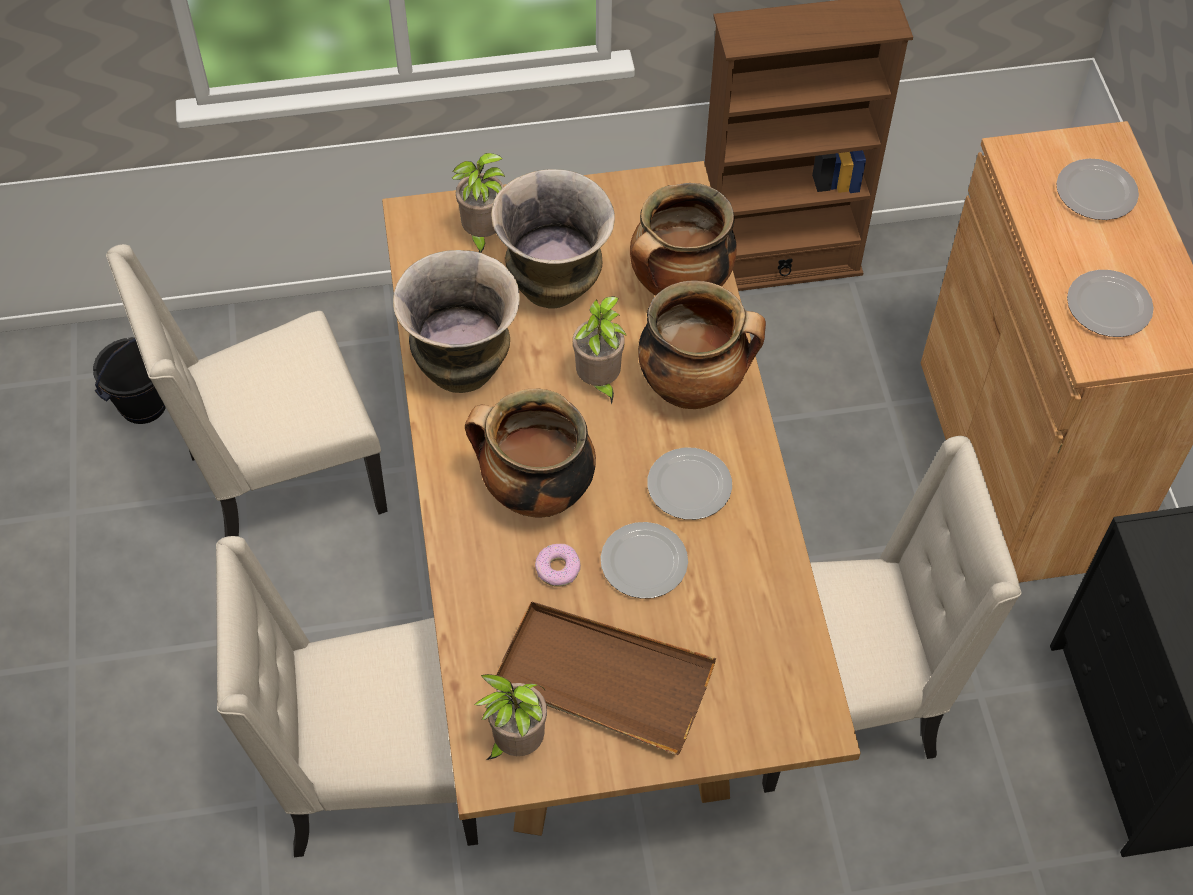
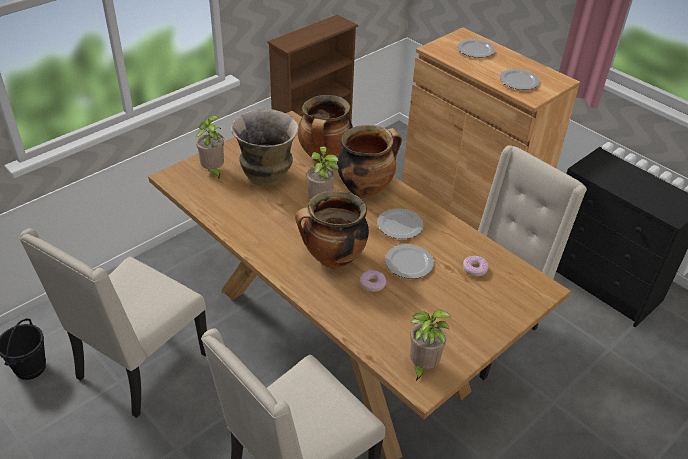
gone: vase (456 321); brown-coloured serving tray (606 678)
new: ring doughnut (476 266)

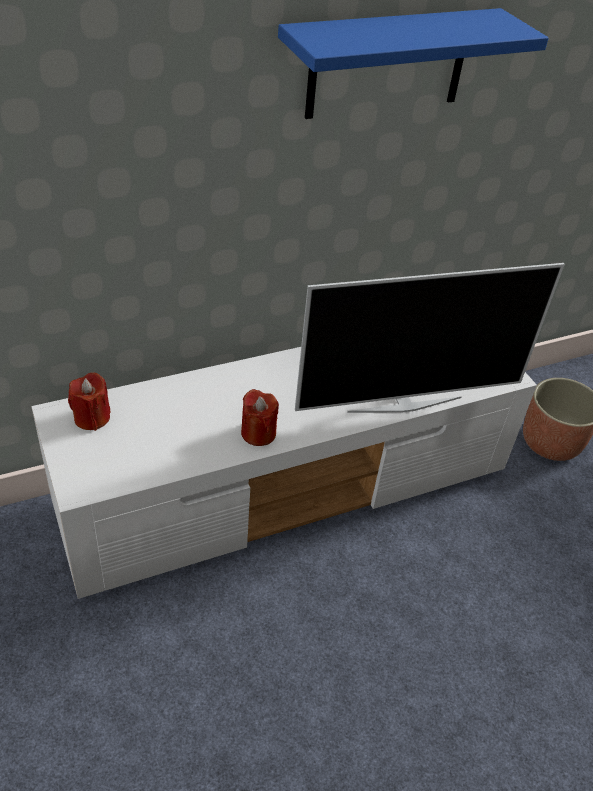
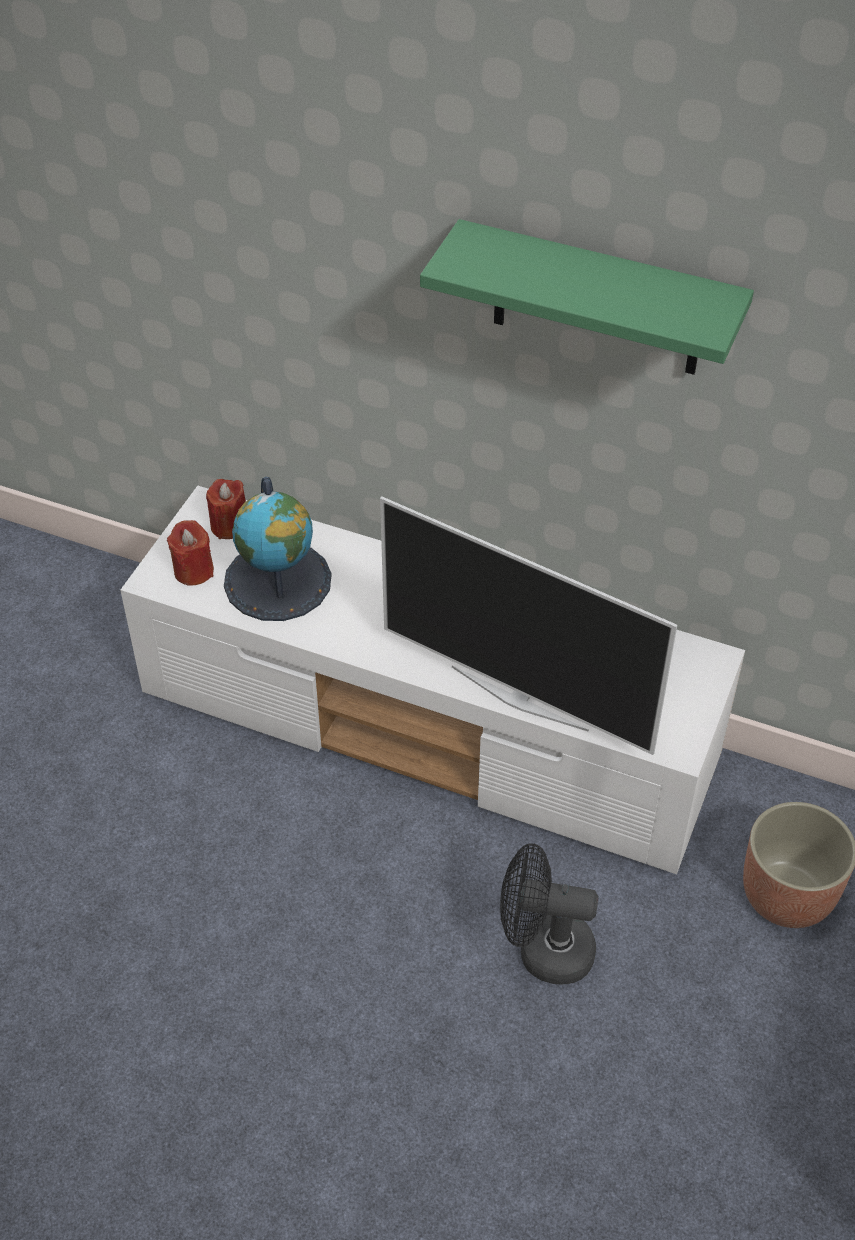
new: globe (278 549); black-coloured cooling fan (549 914)
shifted: red wax light (260 417) to (190 552)
repainted: blue wall shelf (413 63) to green-coloured wall shelf (587 297)

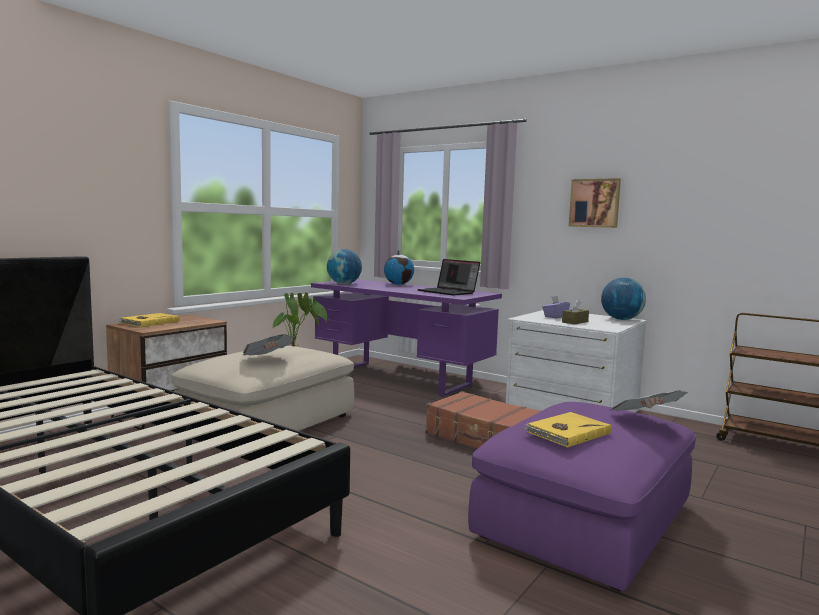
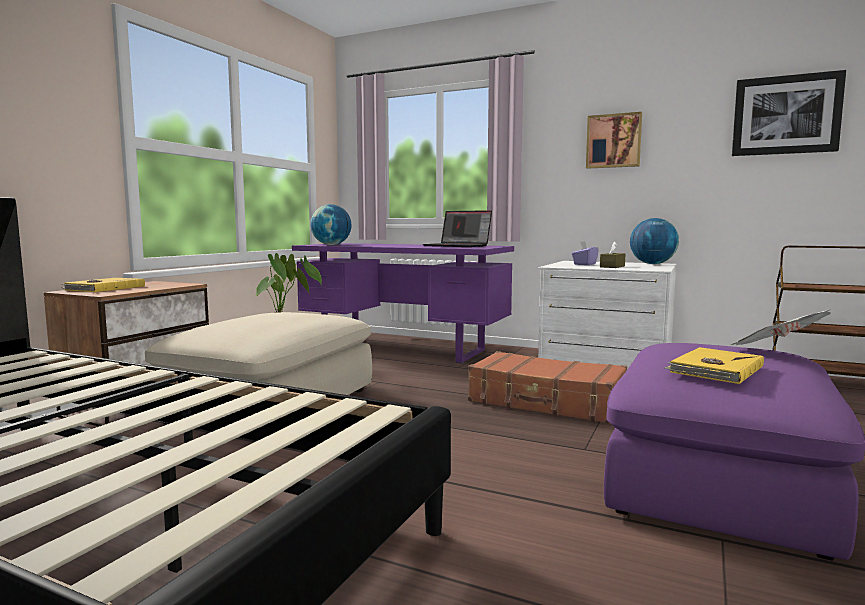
gone: printed paper (268 345); globe (399 267)
new: wall art (789 113)

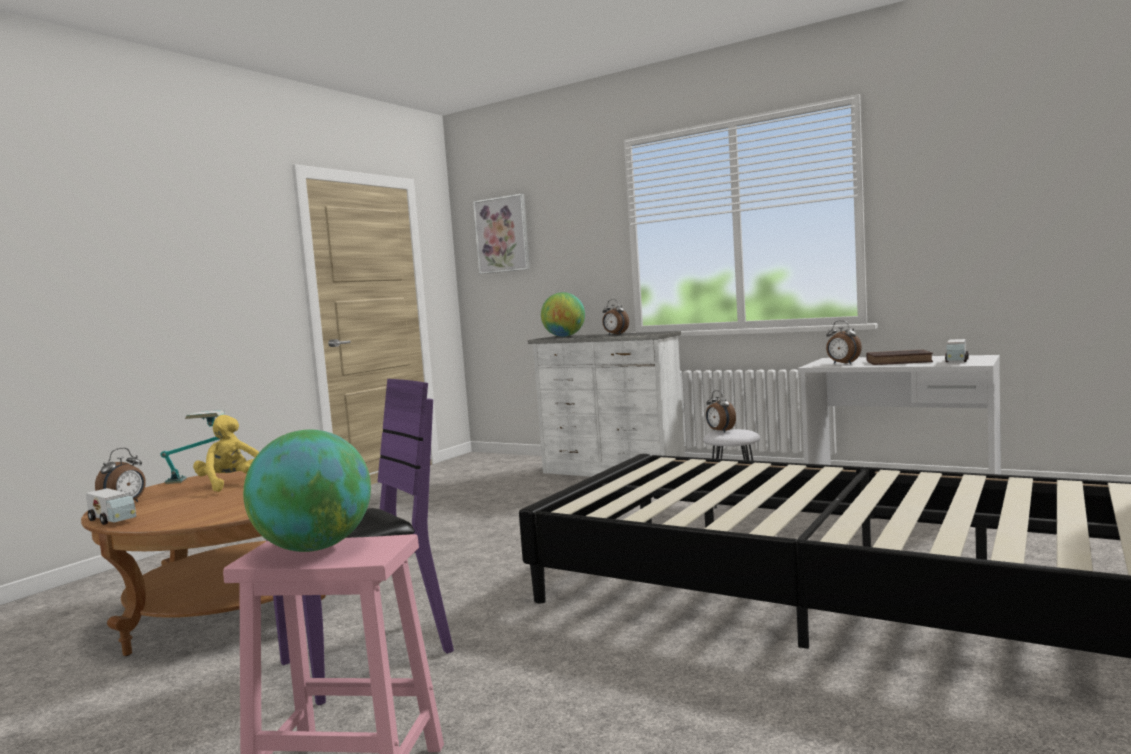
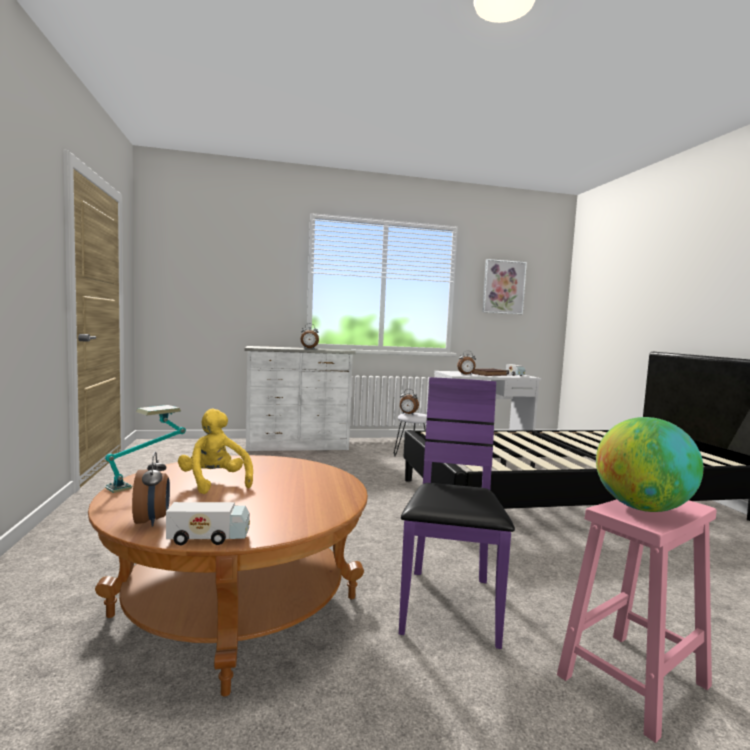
gone: globe (563 314)
shifted: wall art (501 233) to (504 286)
rotated: yellow-coloured cuddly toy (226 453) = (215 451) 45 degrees clockwise

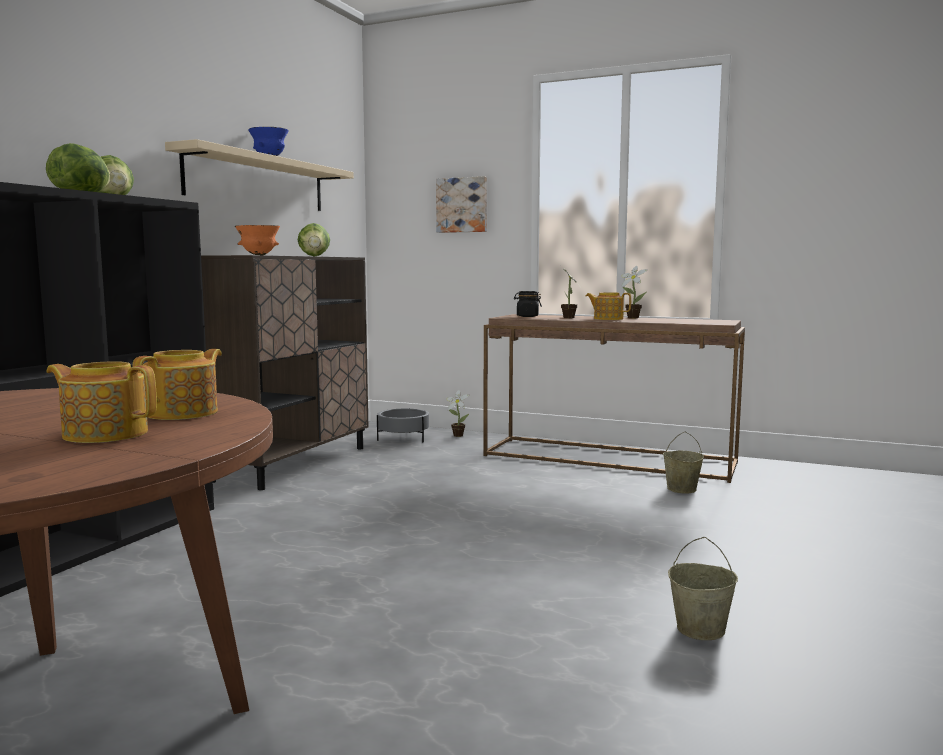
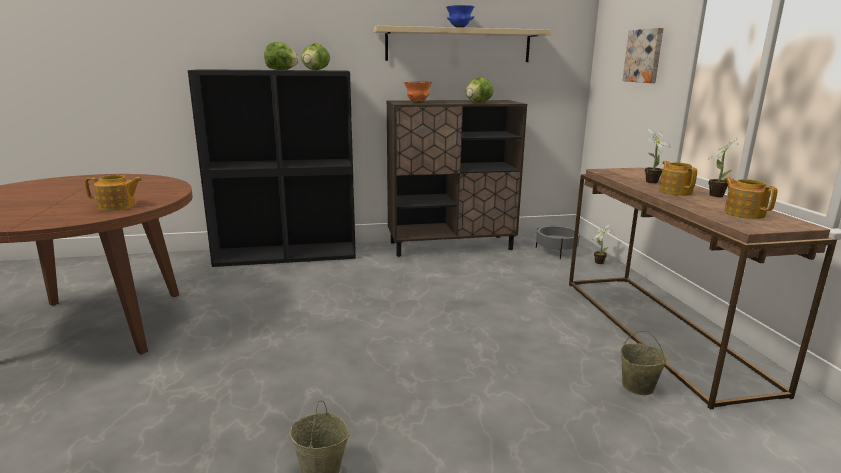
gone: black-coloured preserve jar (528 304)
shifted: pot for tea (101 402) to (750 198)

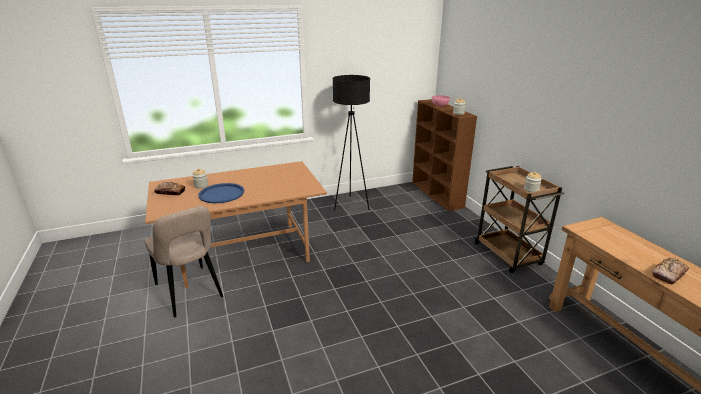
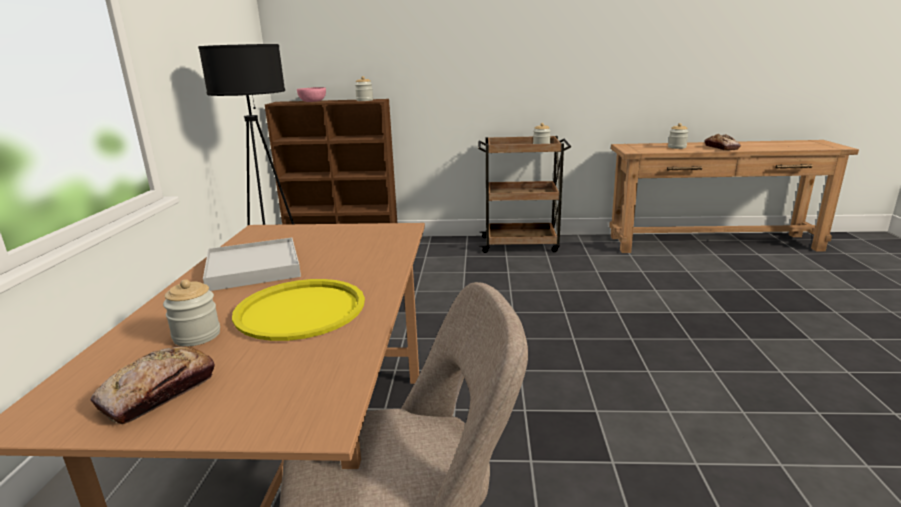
new: white-coloured serving tray (252 264); preserve jar (678 136)
repainted: blue serving tray (221 193) to yellow-coloured serving tray (298 310)

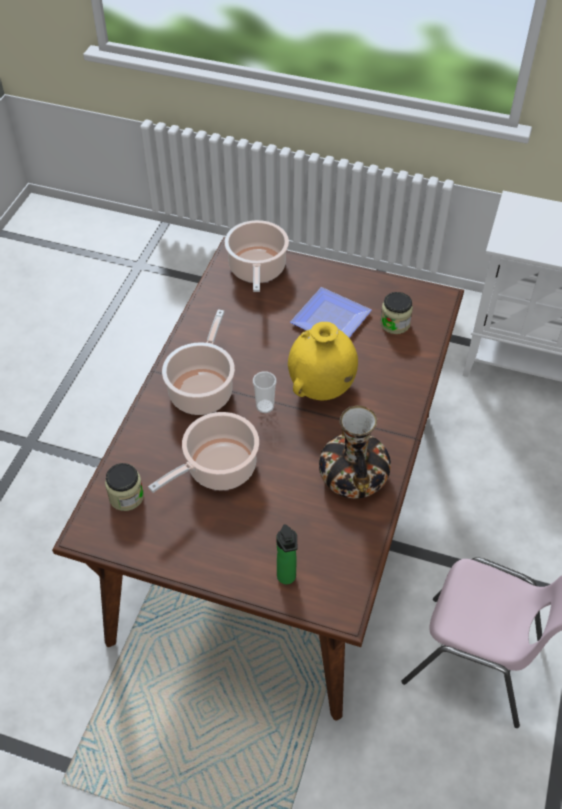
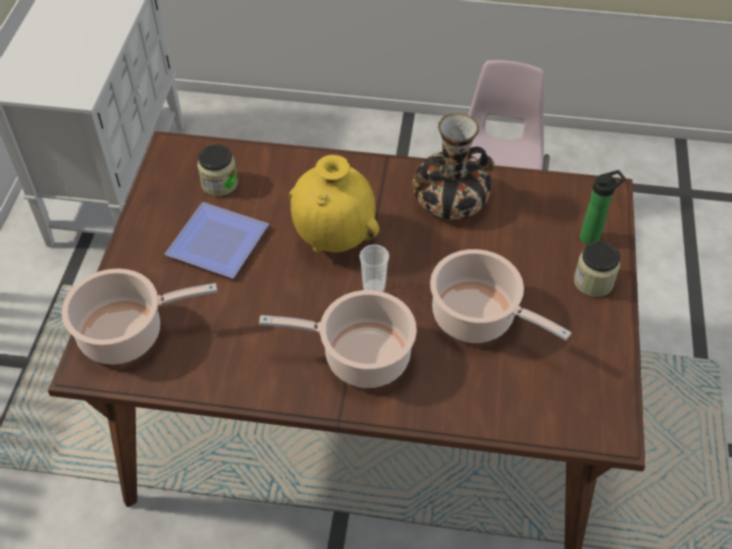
shifted: preserve jar (124 487) to (597 269)

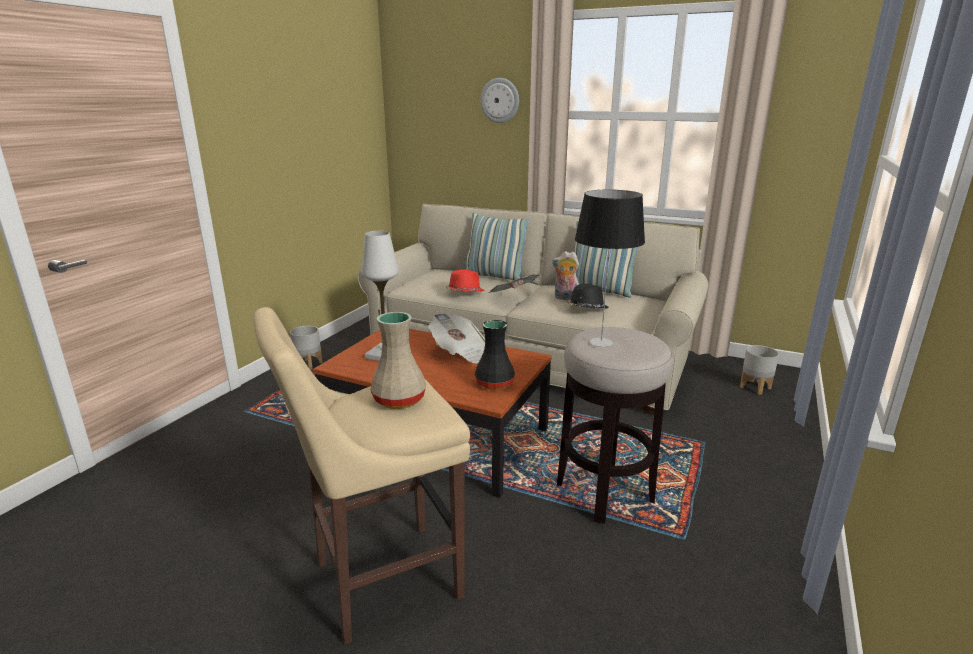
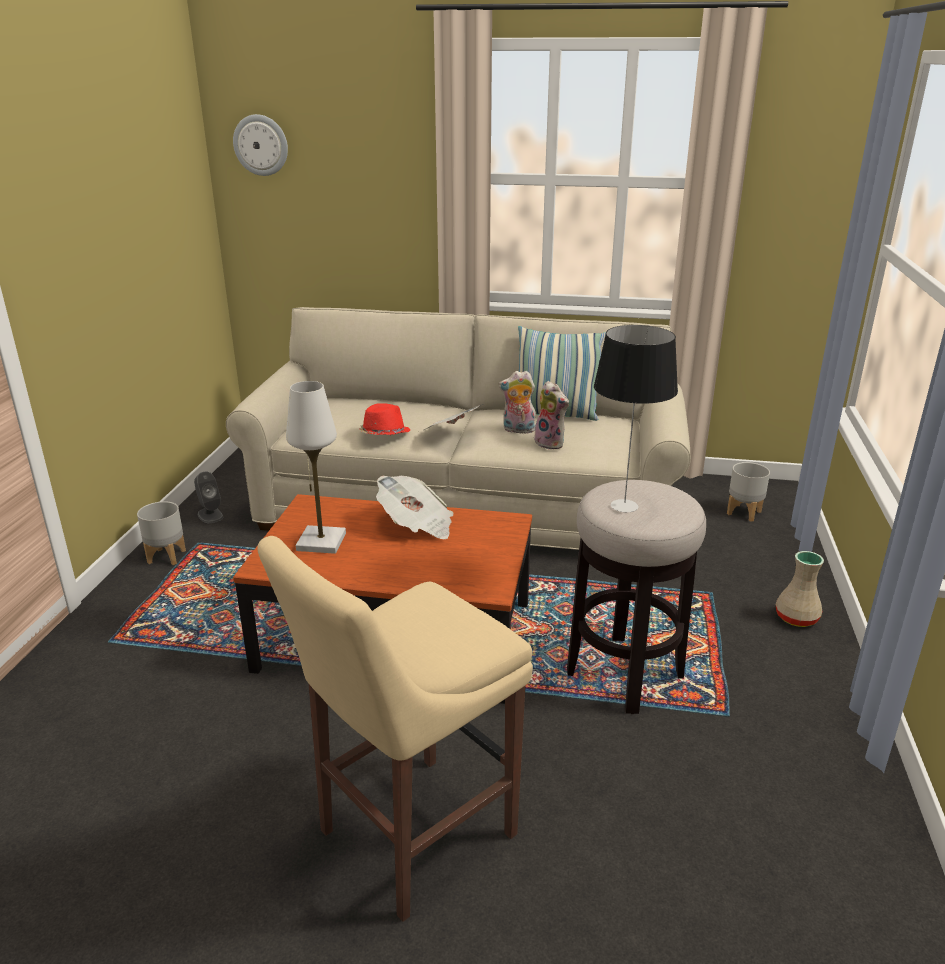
gone: pillow (498 246); black-coloured vase (495 355)
new: gray loudspeaker (208 497)
shifted: hanging clock (499 100) to (260 145); beige vase (398 360) to (799 589)
swapped: black-coloured clothing hat (588 296) to cuddly toy (551 415)

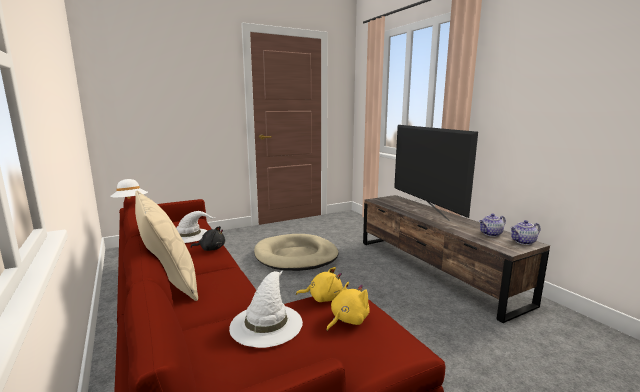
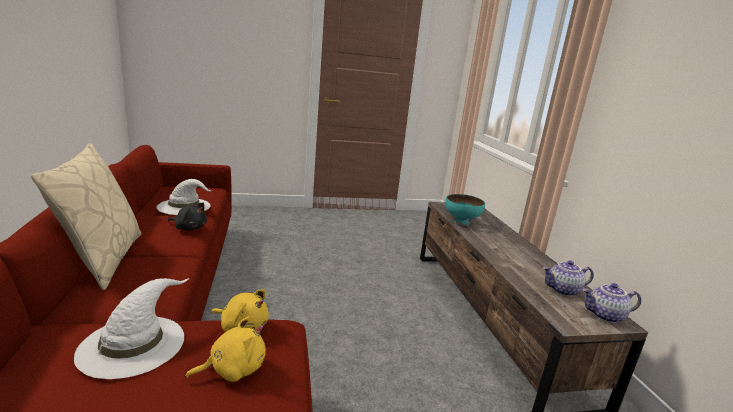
gone: white-coloured clothing hat (129 189); beige dog cushion (296 252); TV set (436 173)
new: blue-green deep dish (465 209)

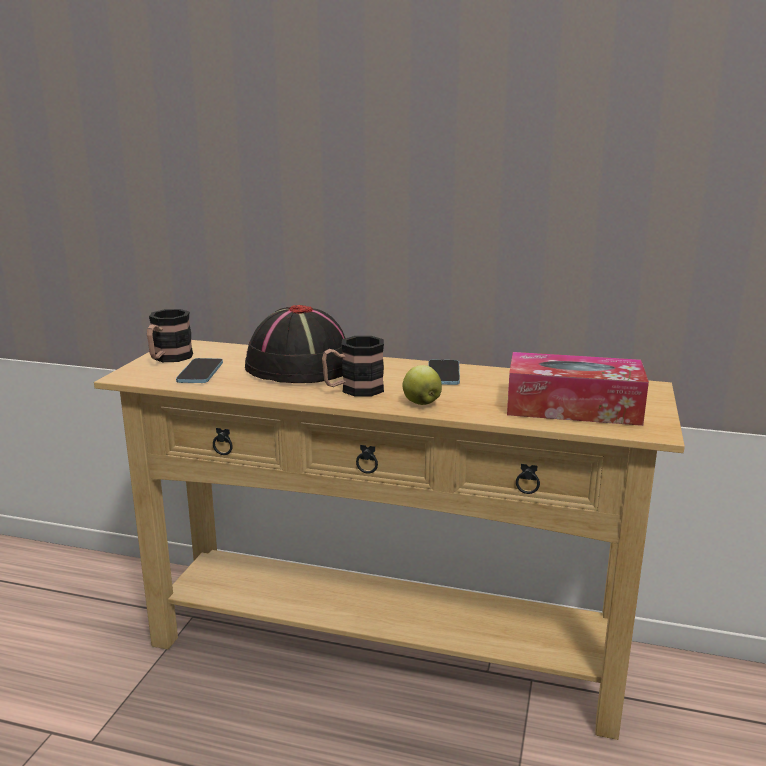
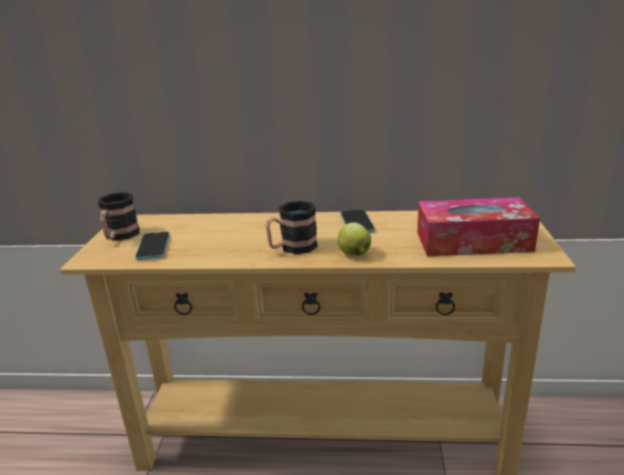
gone: black-coloured clothing hat (295 344)

